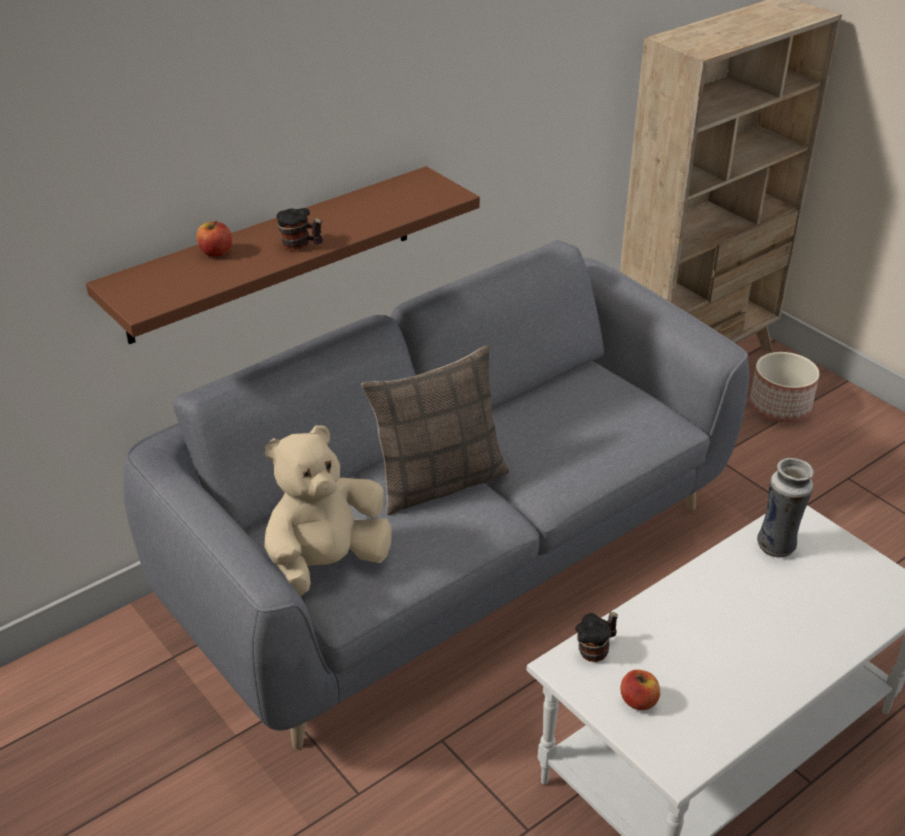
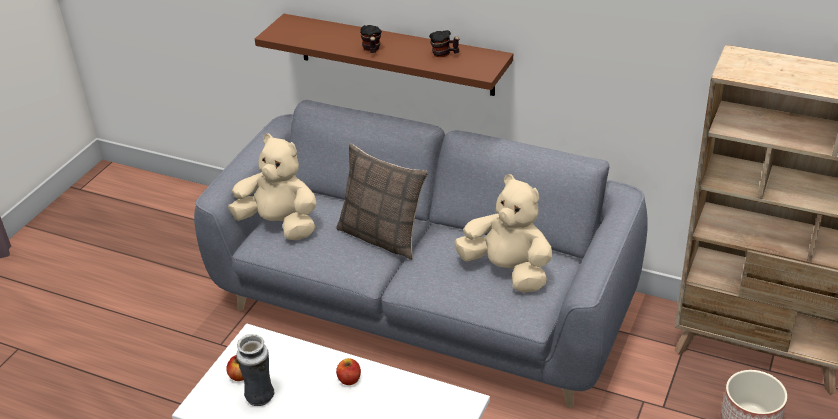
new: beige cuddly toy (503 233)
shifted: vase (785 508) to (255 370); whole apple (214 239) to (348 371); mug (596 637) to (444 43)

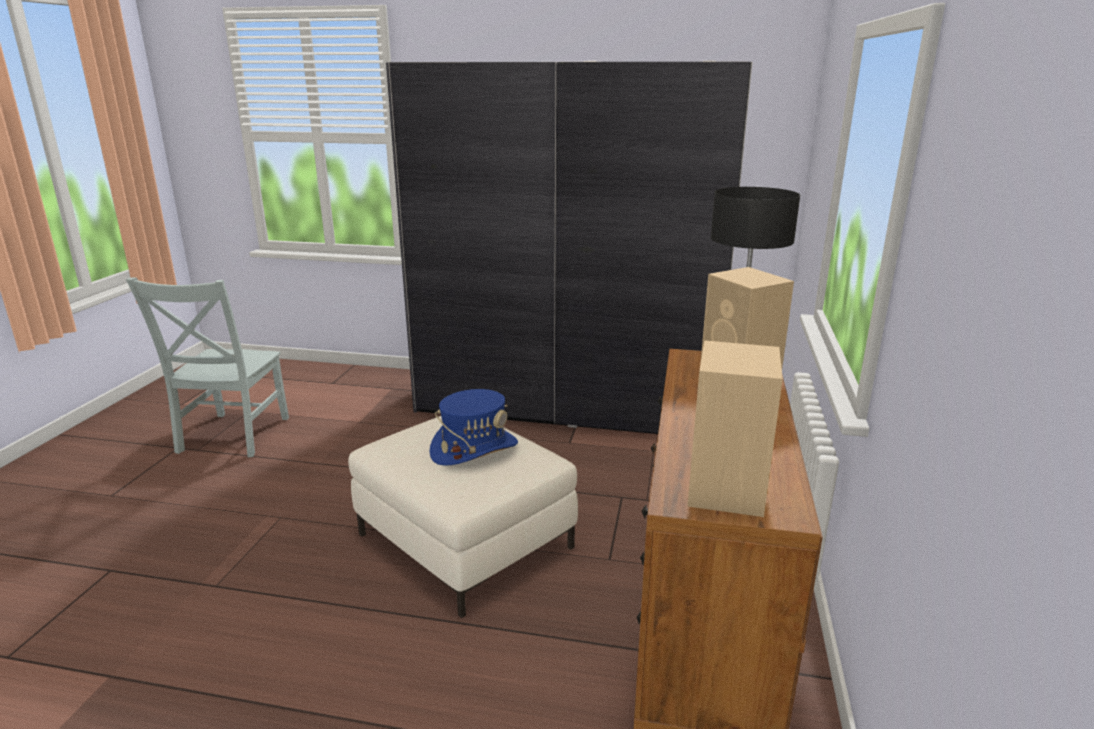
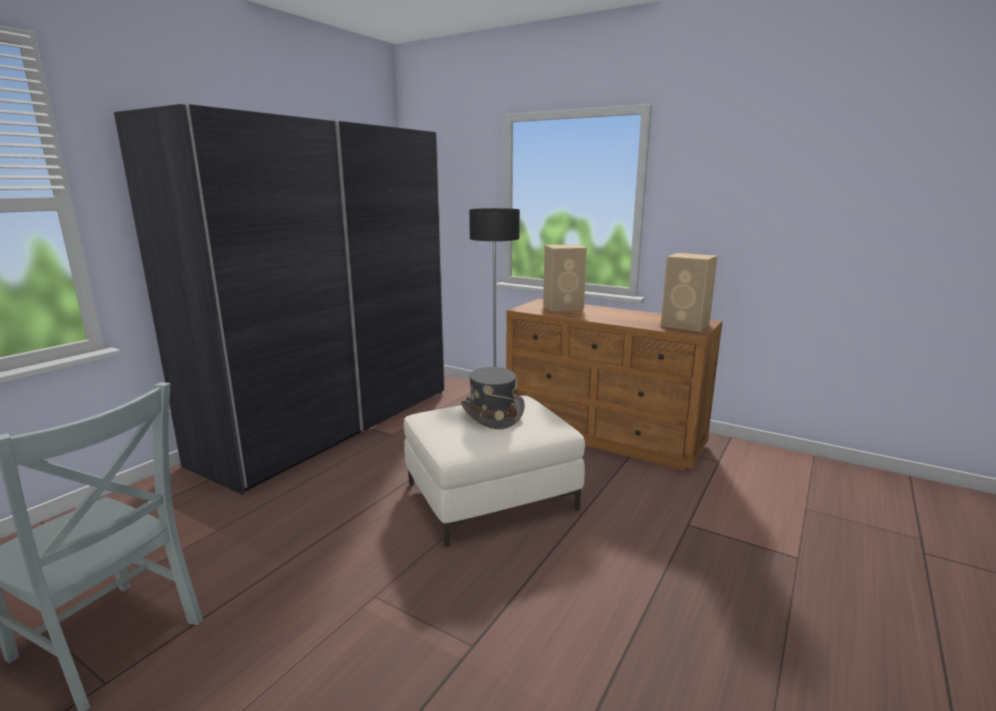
repainted: blue clothing hat (473 427) to gray clothing hat (493 398)

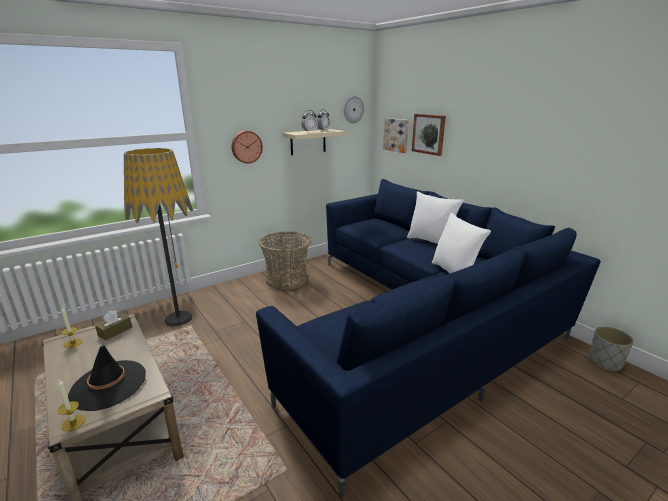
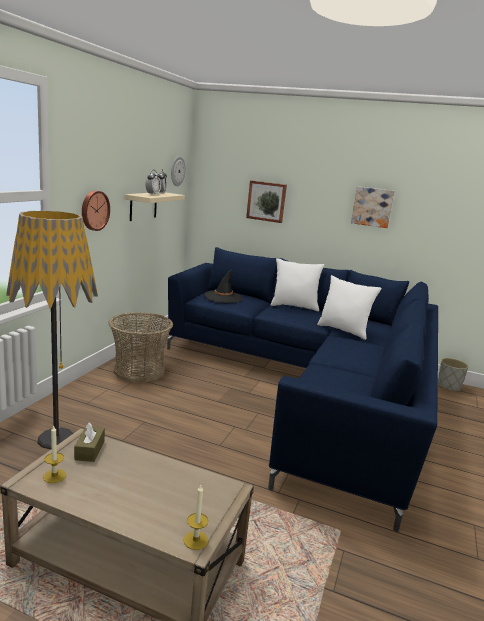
shifted: black-coloured clothing hat (107 378) to (223 286); wall art (396 135) to (373 207)

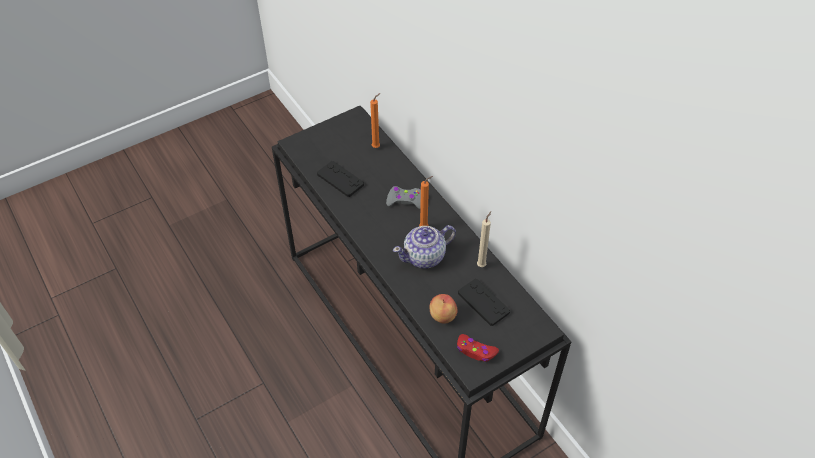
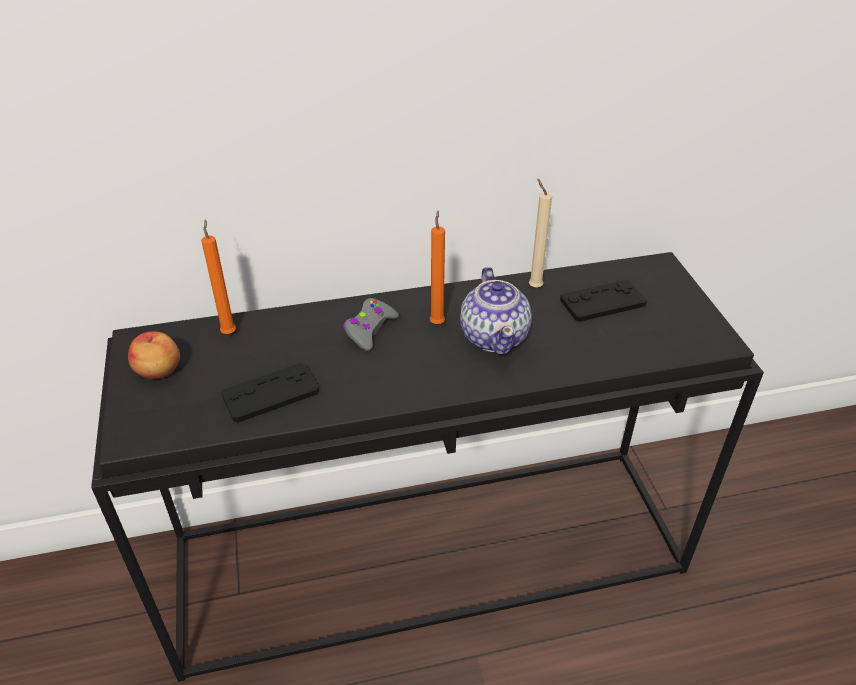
gone: red joypad (478 348)
shifted: whole apple (444 309) to (154 355)

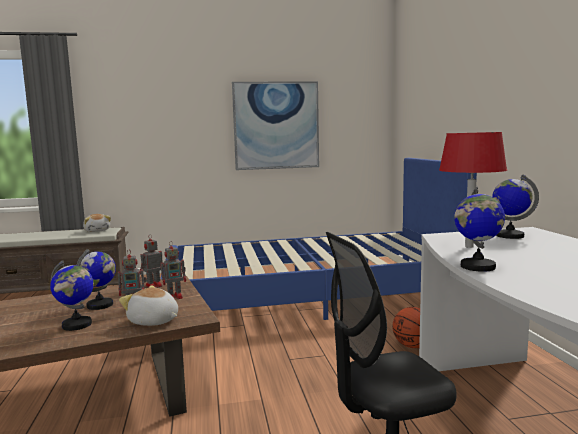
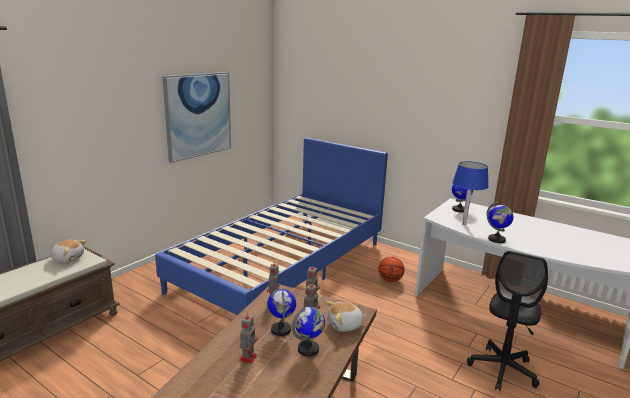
new: model robot (248 337)
repainted: red tabletop lamp (473 190) to blue tabletop lamp (470 193)

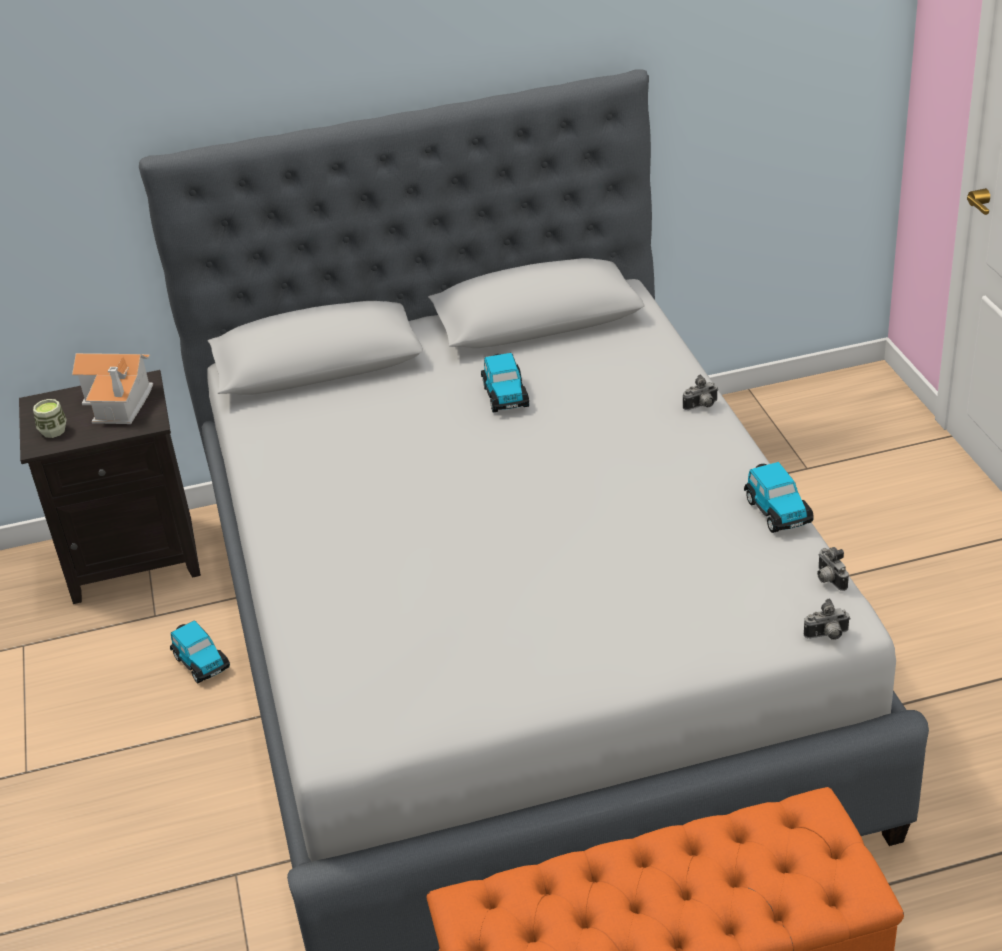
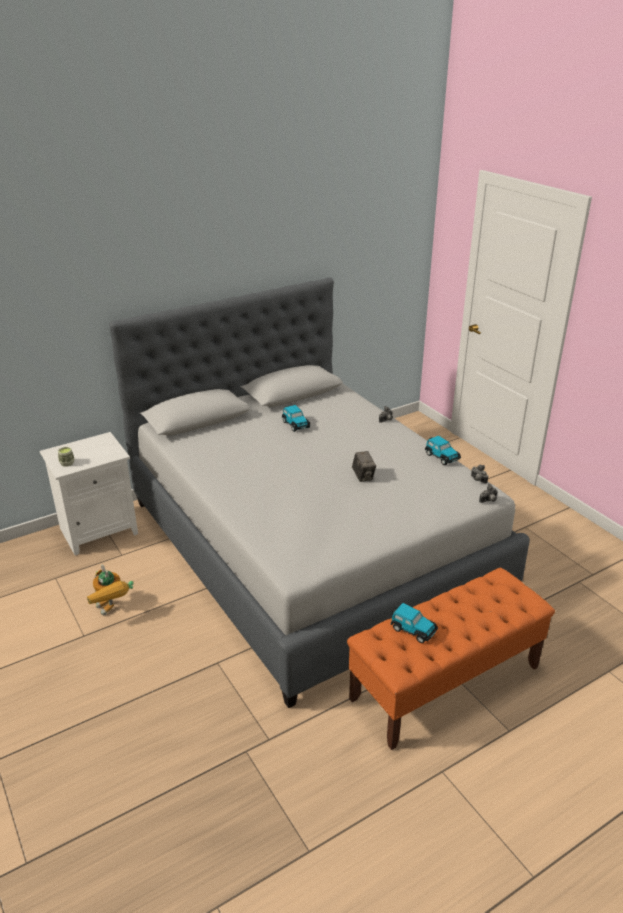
gone: toy house (112 388)
new: model robot (110 590); photo camera (364 466)
shifted: model car (200 651) to (414 623)
repainted: black-coloured bedside table (110 487) to white-coloured bedside table (89 493)

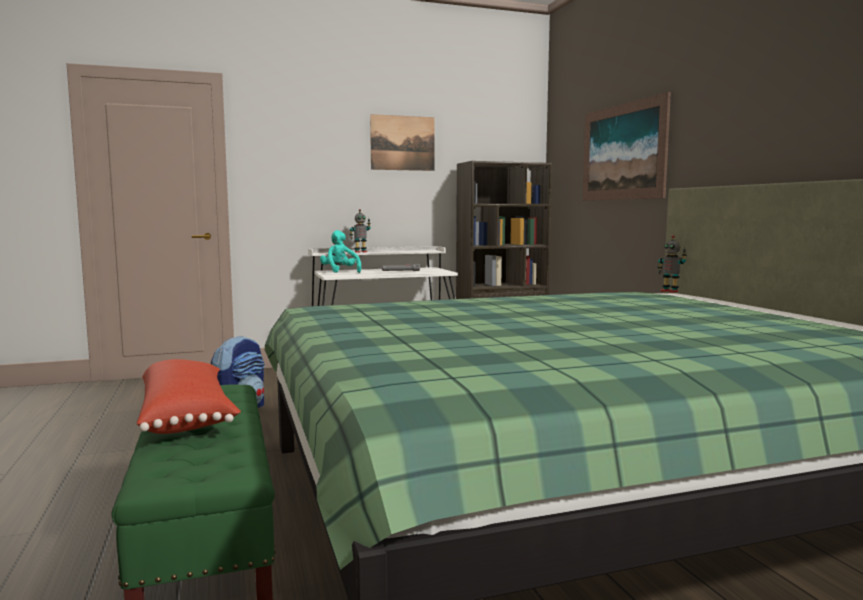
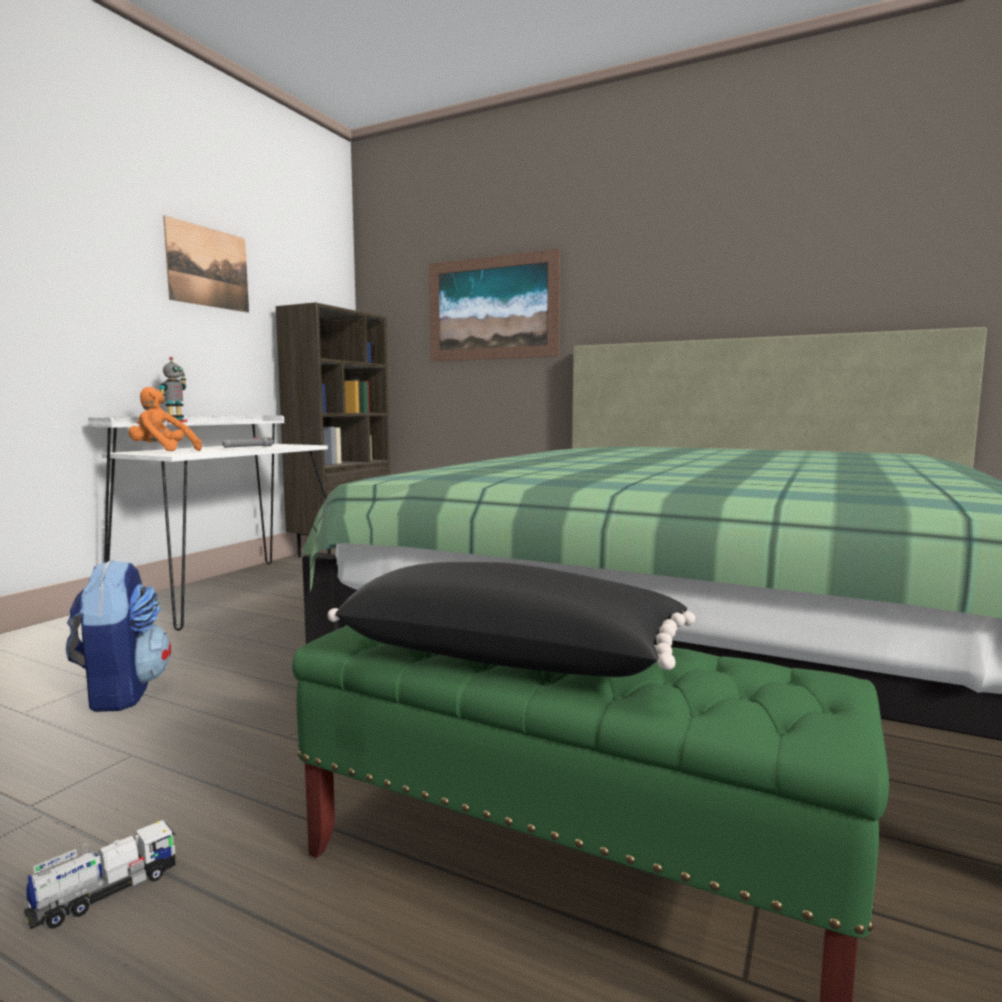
gone: model robot (672 264)
new: toy truck (100 874)
repainted: blue-green cuddly toy (340 251) to orange-coloured cuddly toy (165 419); red pillow (189 396) to black-coloured pillow (512 619)

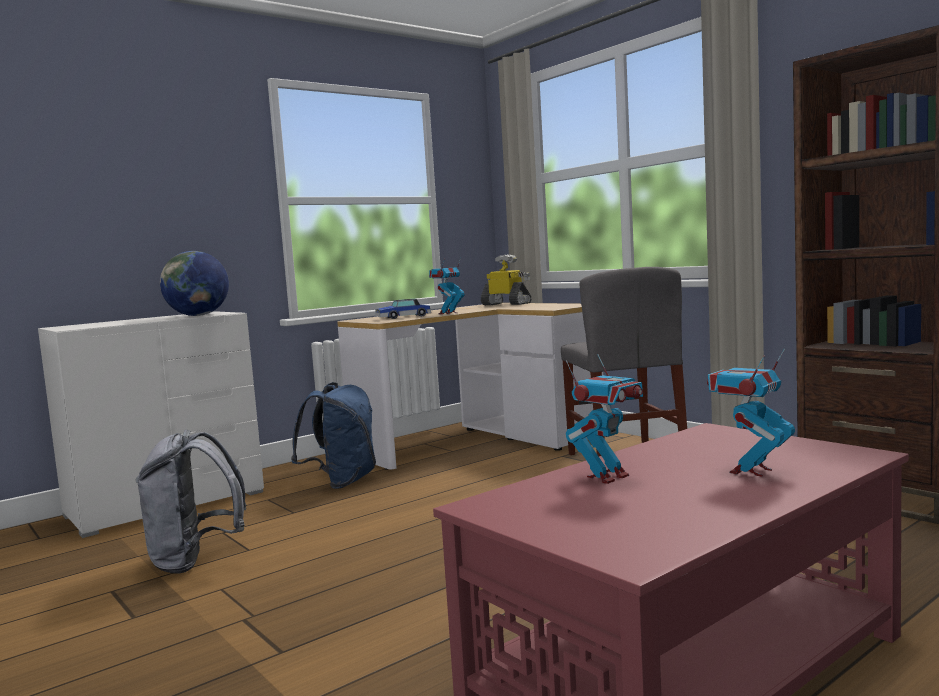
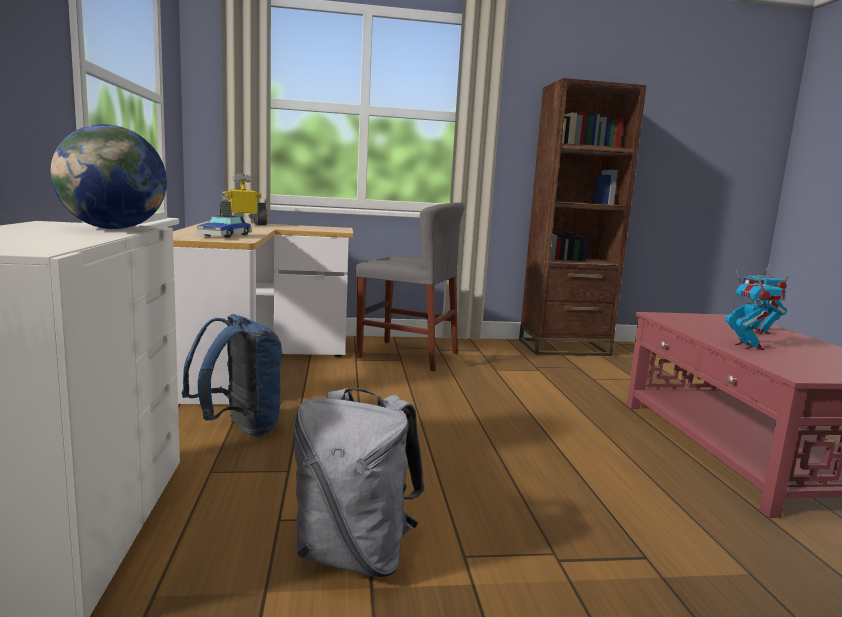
gone: model robot (447 286)

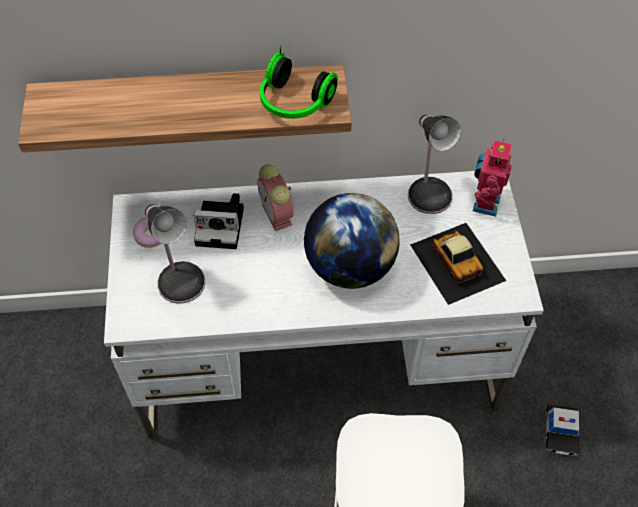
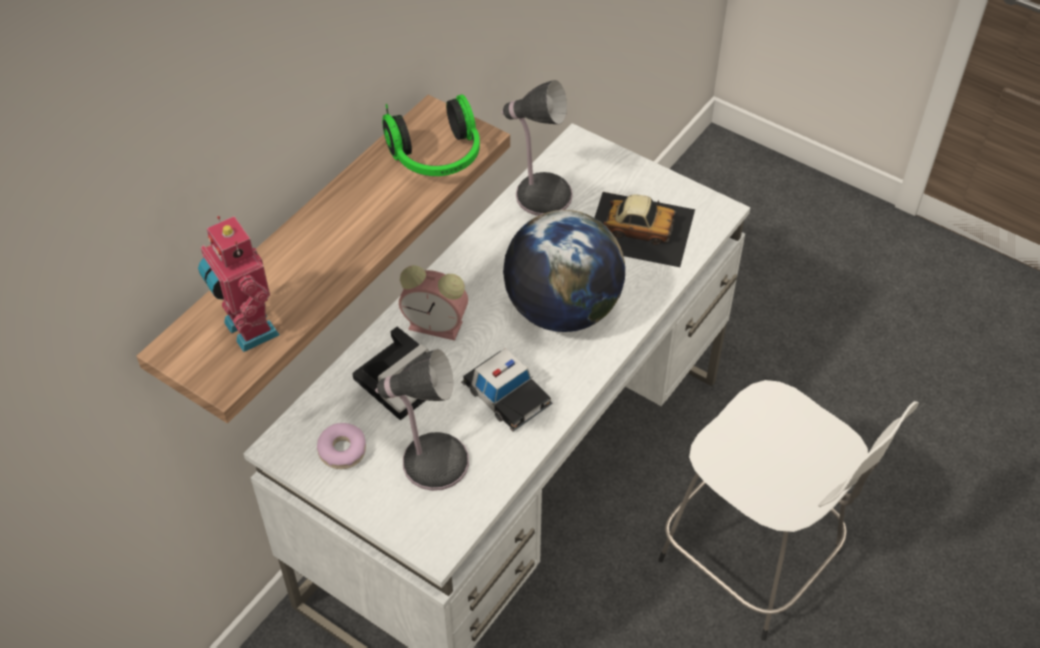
shifted: model robot (492 178) to (239 284); model car (561 431) to (506 389)

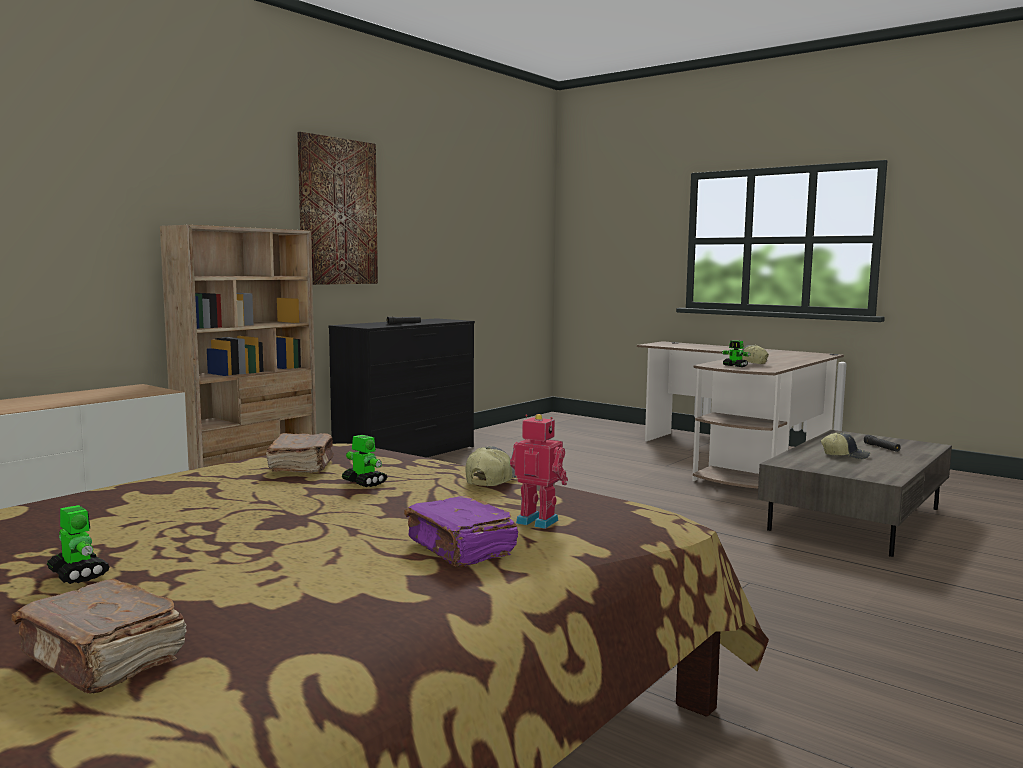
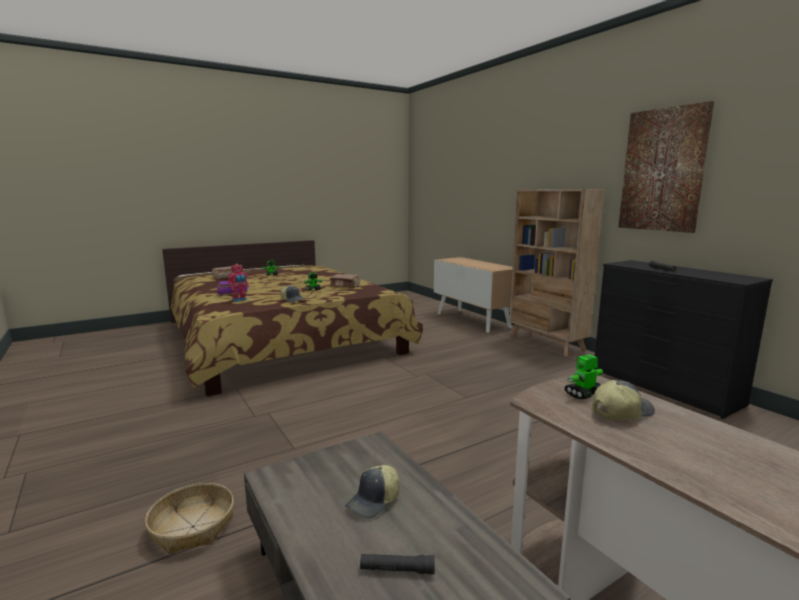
new: basket (189 519)

